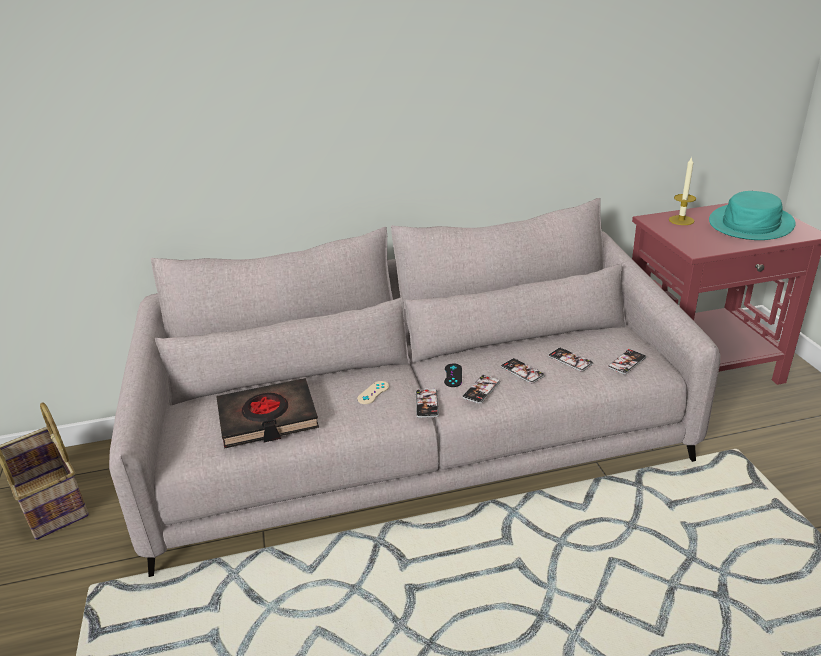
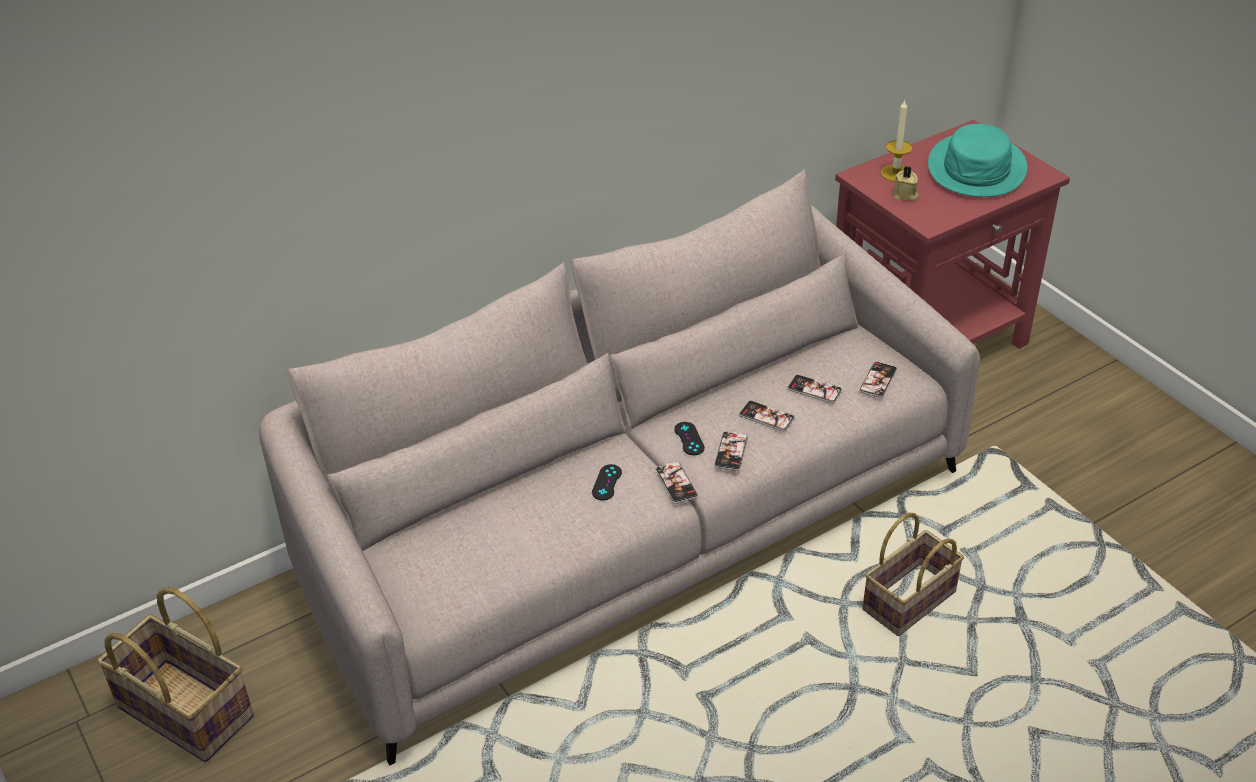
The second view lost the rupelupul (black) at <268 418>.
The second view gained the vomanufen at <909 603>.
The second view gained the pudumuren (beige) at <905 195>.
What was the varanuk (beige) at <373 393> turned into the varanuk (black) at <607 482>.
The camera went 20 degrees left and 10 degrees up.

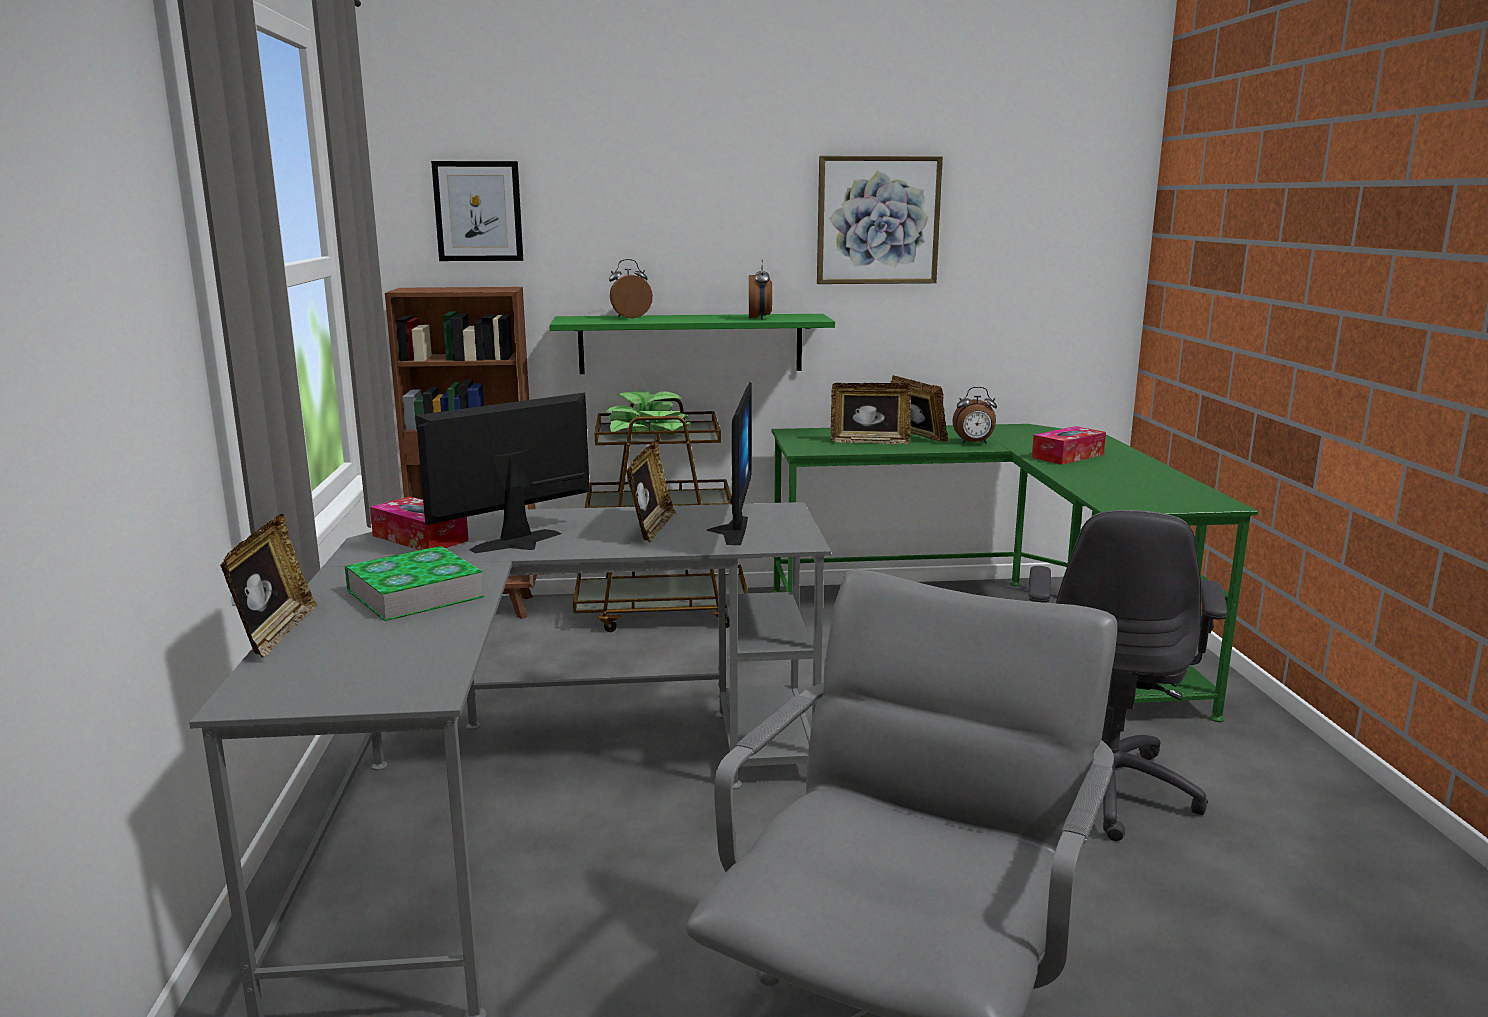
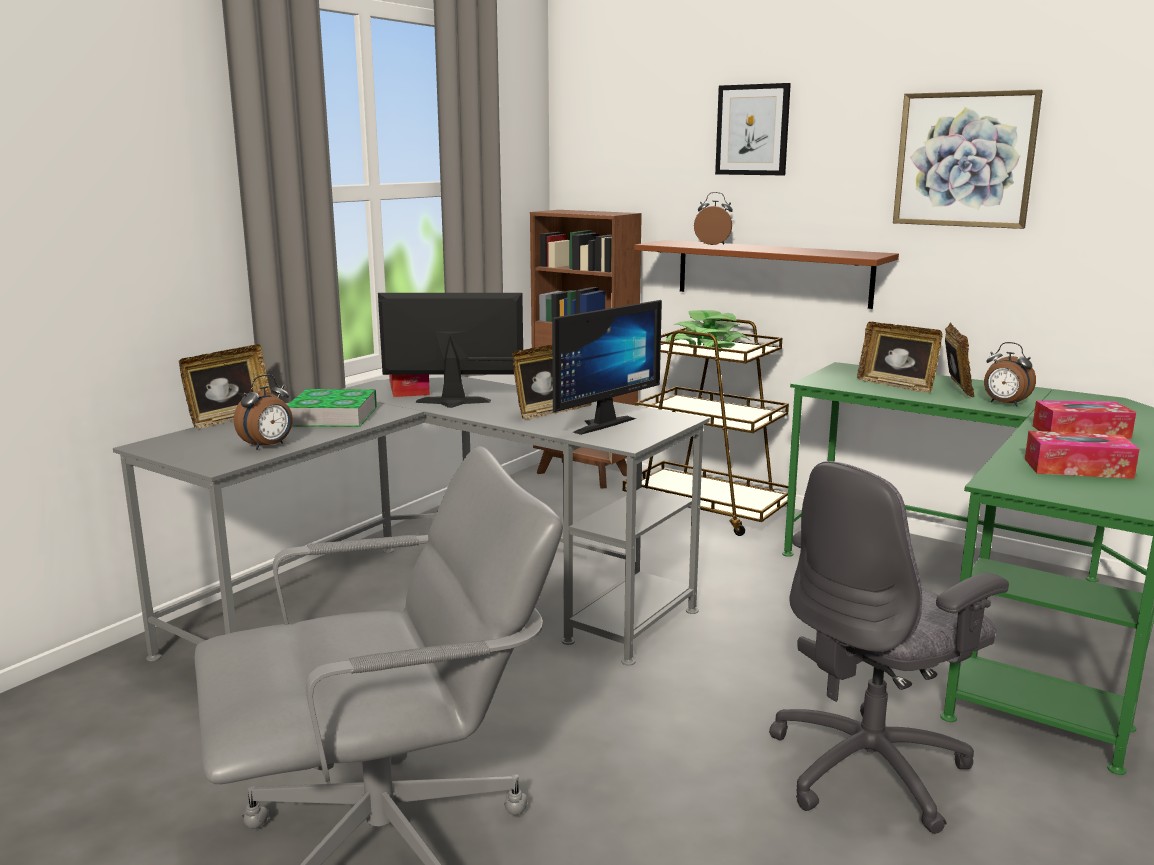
The second view gained the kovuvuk at <1077 468>.
The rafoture ended up elsewhere, having gone from <478 211> to <752 130>.
The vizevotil ended up elsewhere, having gone from <760 318> to <268 446>.
What was the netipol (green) at <691 343> turned into the netipol (brown) at <772 273>.
The camera went 40 degrees right and 0 degrees up.

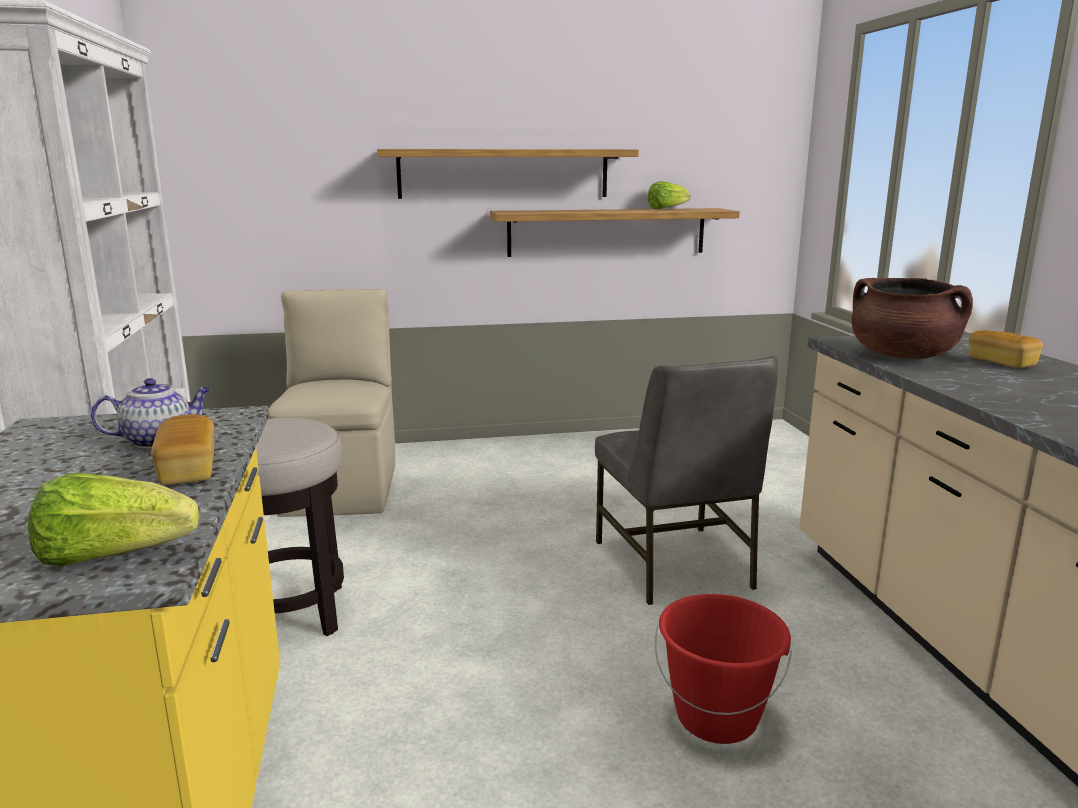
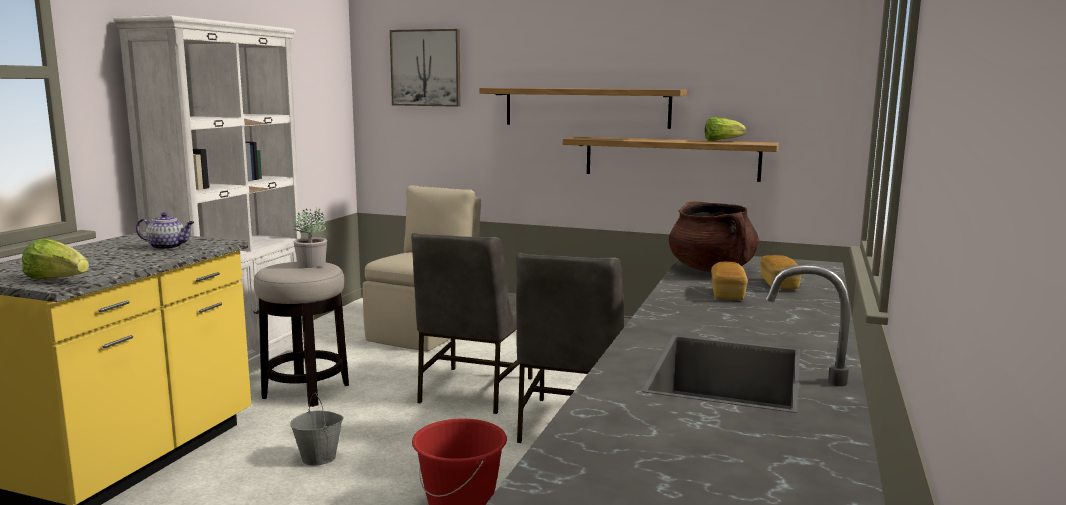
The second view gained the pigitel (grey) at <319 458>.
The second view gained the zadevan at <312 264>.
The second view gained the rafoture at <426 68>.
The second view gained the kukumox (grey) at <473 390>.
The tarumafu ended up elsewhere, having gone from <188 470> to <727 294>.
The camera went 30 degrees right and 5 degrees down.

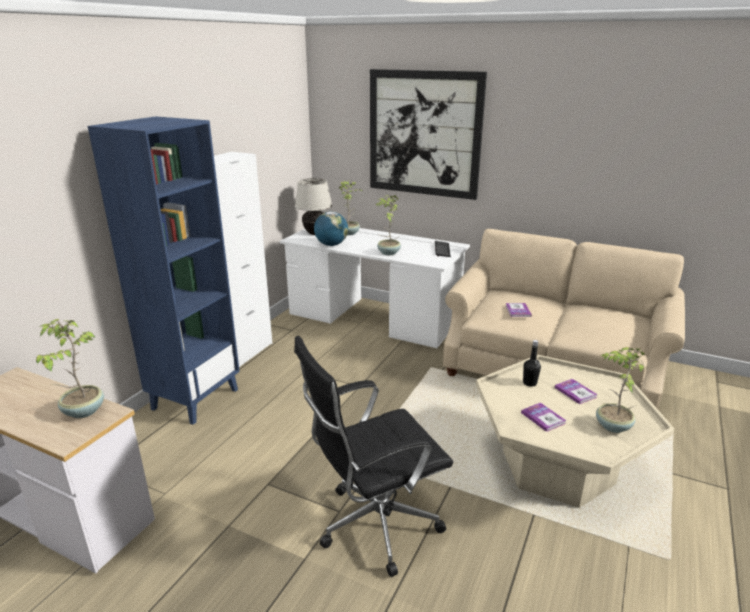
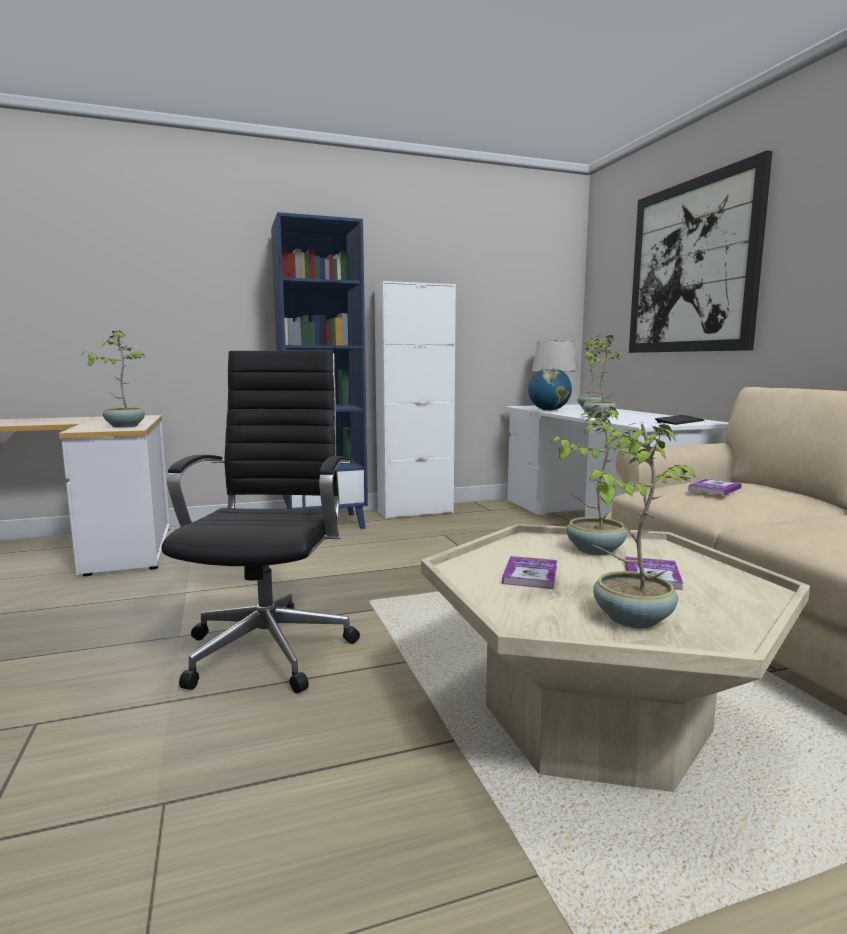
Where the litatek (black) stood at <529 383>, the zadevan came to stand at <594 549>.
The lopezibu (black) at <374 526> ended up facing another way, 75 degrees clockwise from before.
The camera went 45 degrees right and 15 degrees down.

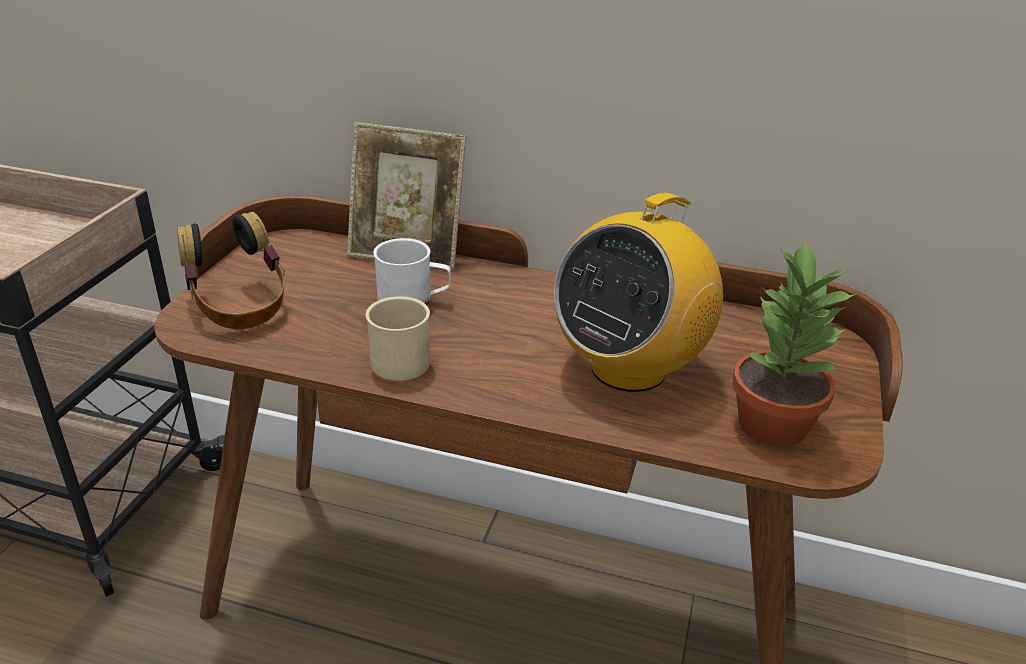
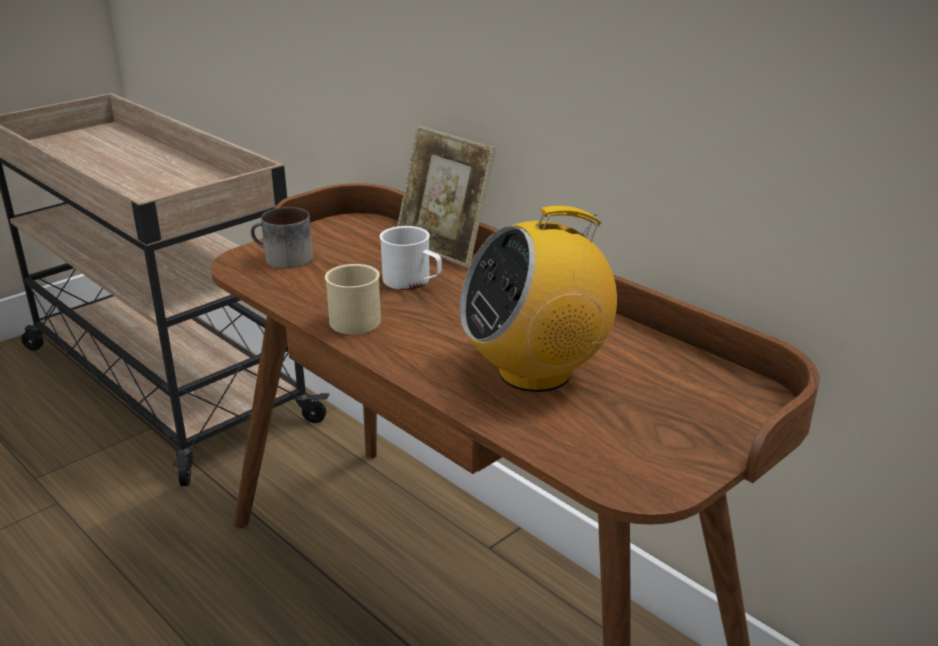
The second view lost the zadevan at <771 423>.
Where the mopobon stood at <239 307>, the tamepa came to stand at <282 259>.
The camera went 30 degrees right and 5 degrees down.

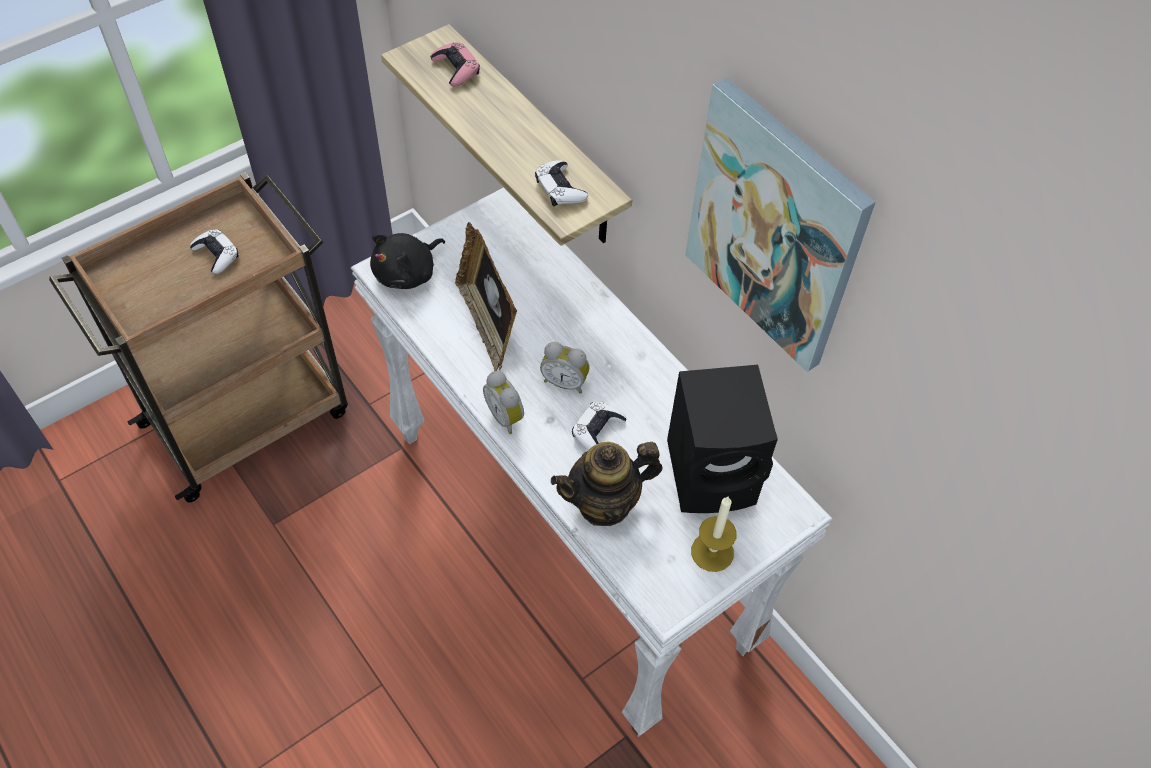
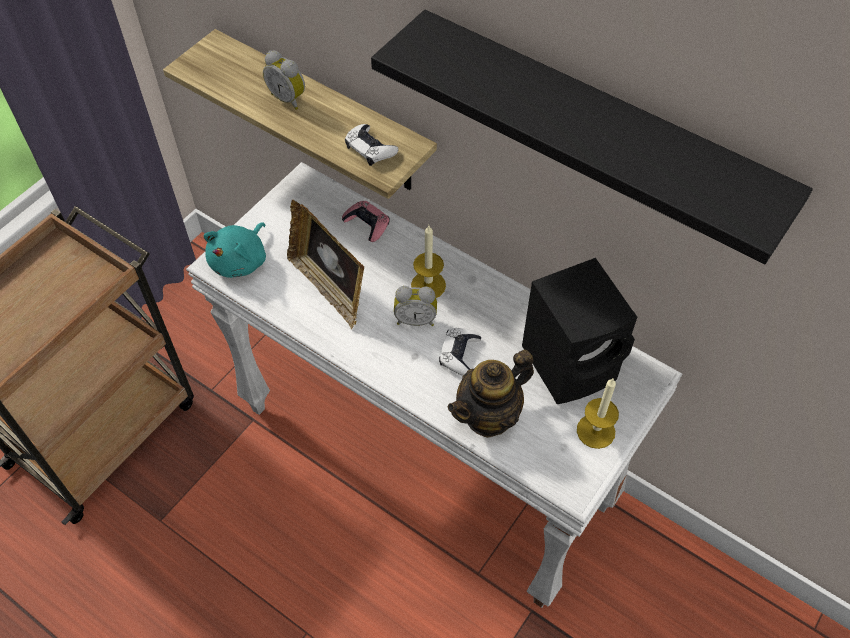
The second view lost the varanuk (white) at <216 254>.
The second view gained the pudumuren at <428 285>.
The varanuk (pink) ended up elsewhere, having gone from <456 68> to <367 224>.
The vizevotil ended up elsewhere, having gone from <506 416> to <289 98>.
Where the rafoture hung at <775 227>, the netipol (black) came to hang at <596 131>.
What was the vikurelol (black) at <408 273> turned into the vikurelol (turquoise) at <241 261>.
The camera went 15 degrees left and 0 degrees up.

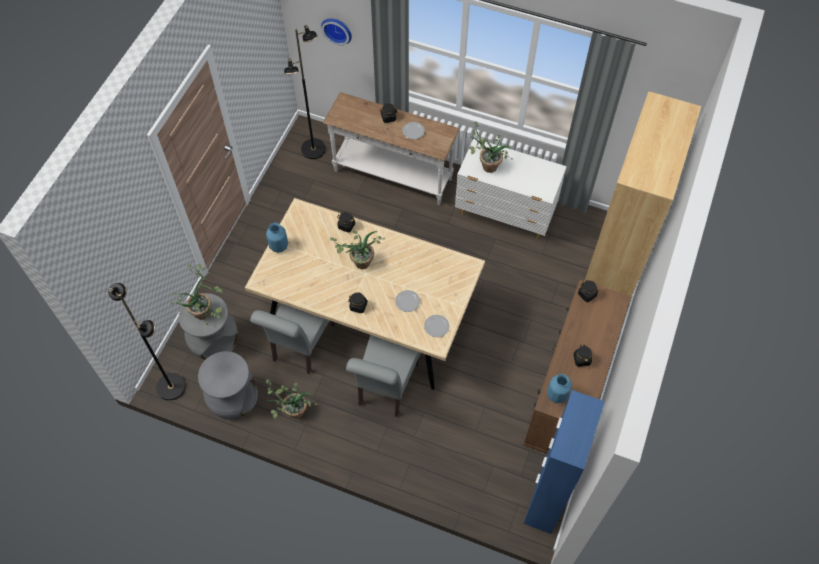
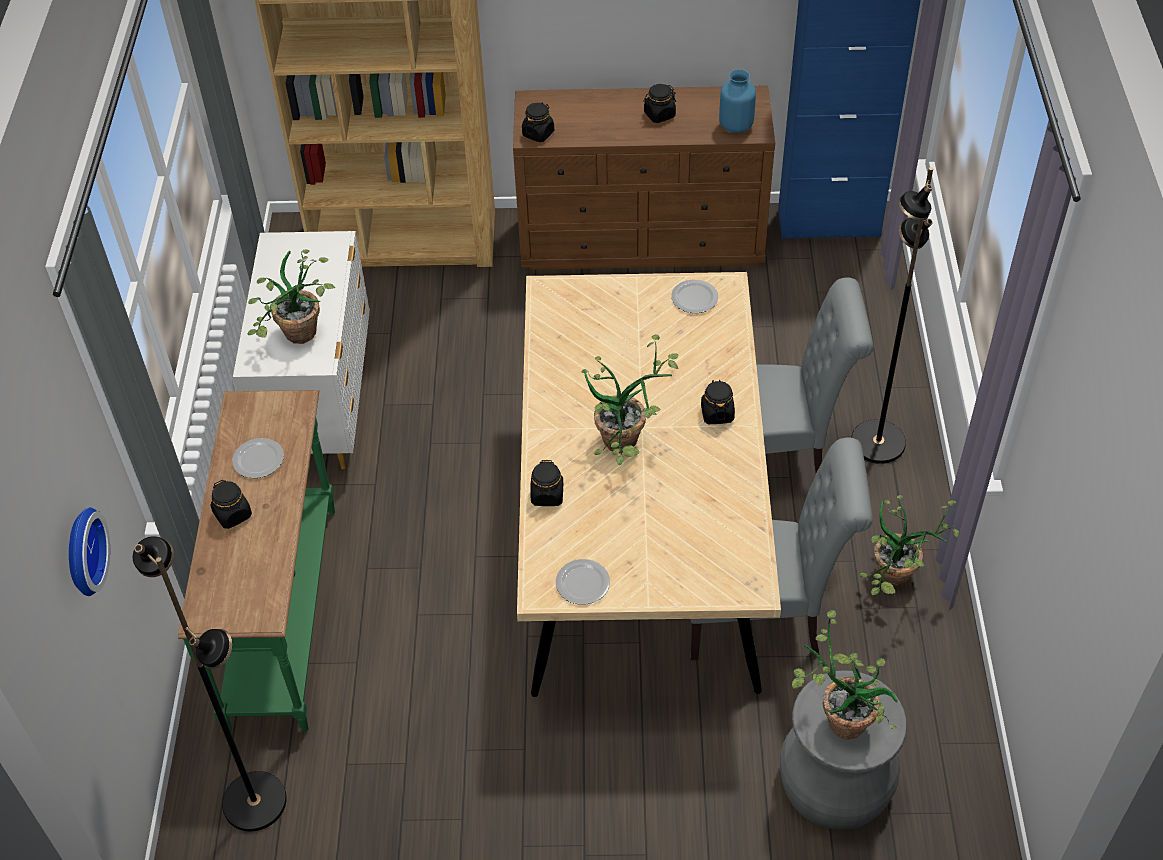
The second view lost the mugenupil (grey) at <232 397>.
The second view lost the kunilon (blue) at <279 246>.
The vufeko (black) ended up elsewhere, having gone from <171 386> to <876 442>.
The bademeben ended up elsewhere, having gone from <407 302> to <583 583>.
What was the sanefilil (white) at <392 176> turned into the sanefilil (green) at <286 615>.
The camera went 110 degrees left and 10 degrees down.

